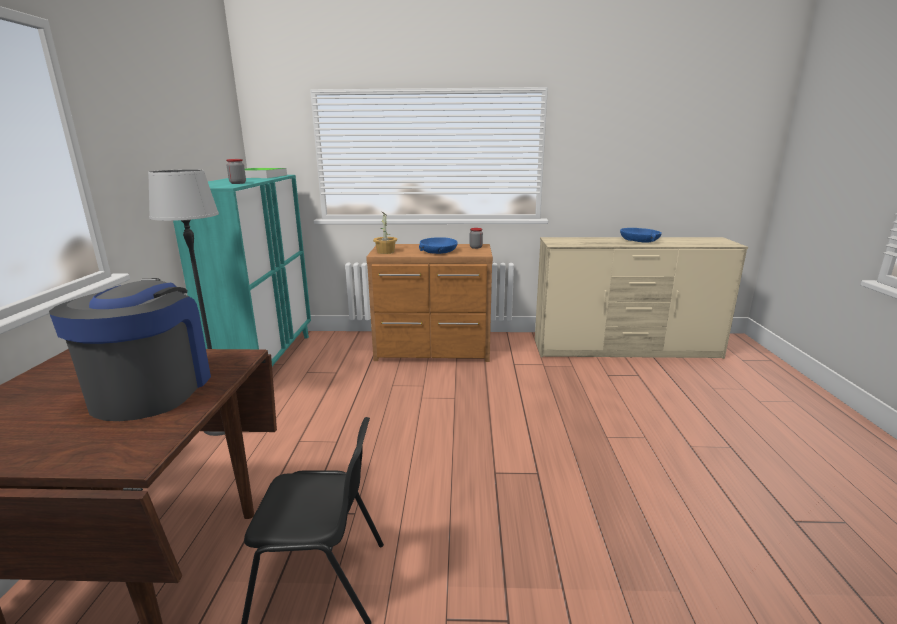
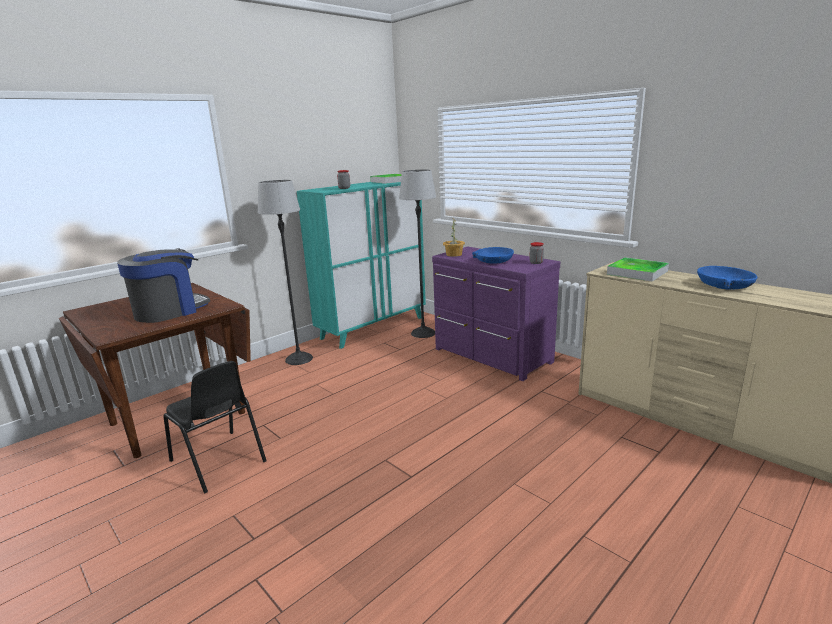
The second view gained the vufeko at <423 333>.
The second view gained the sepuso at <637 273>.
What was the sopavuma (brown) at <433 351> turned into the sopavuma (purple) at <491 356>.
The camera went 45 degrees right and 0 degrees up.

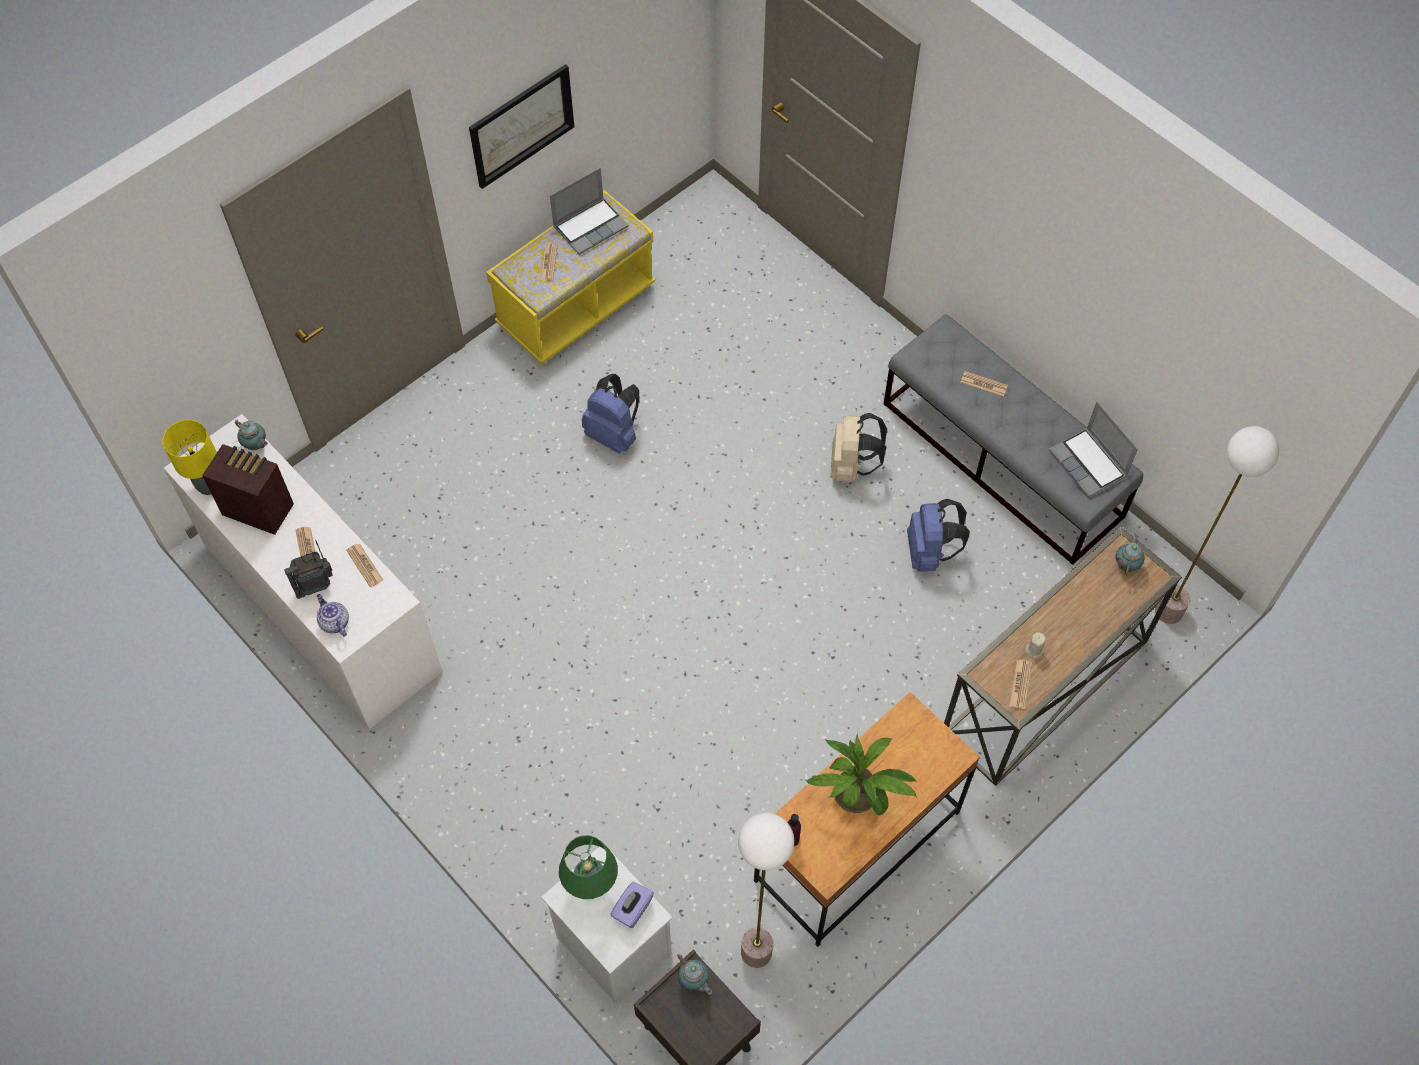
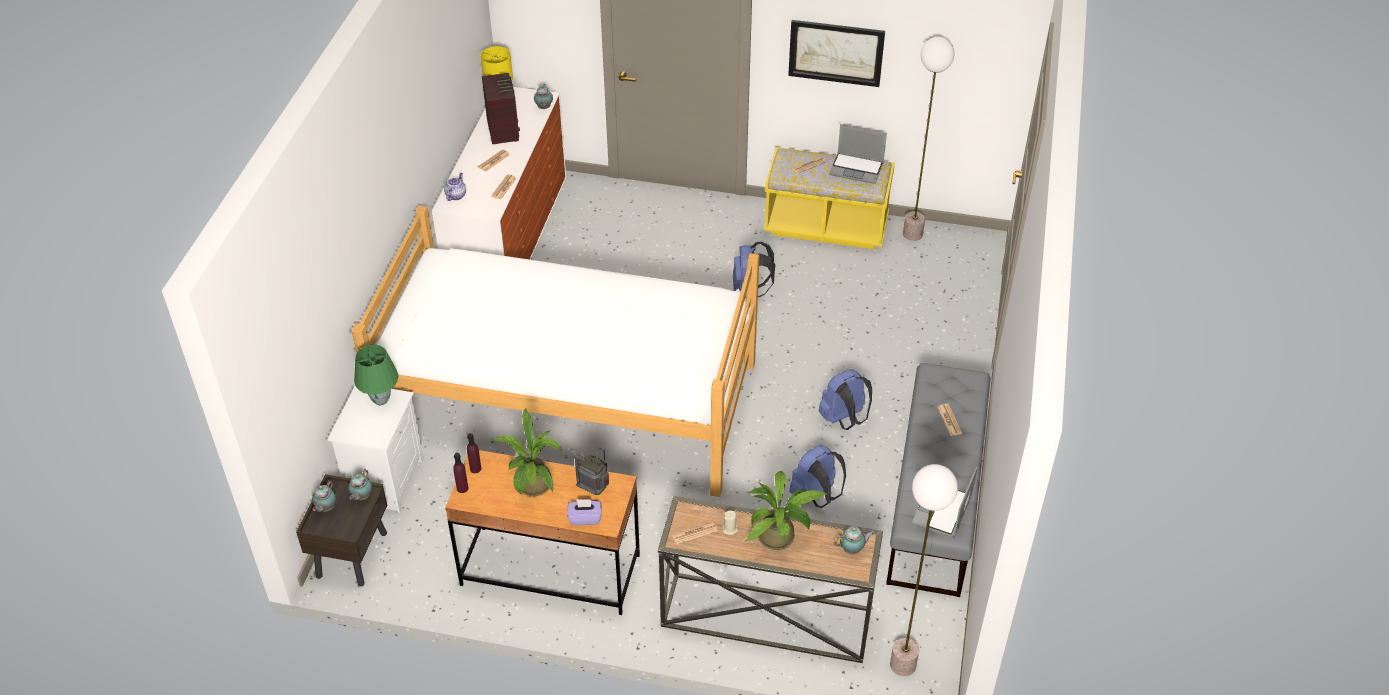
The second view gained the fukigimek at <325 508>.
The second view gained the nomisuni at <569 399>.
The second view gained the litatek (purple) at <462 488>.
The second view gained the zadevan at <781 537>.
The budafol ended up elsewhere, having gone from <315 586> to <594 489>.
The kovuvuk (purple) ended up elsewhere, having gone from <632 909> to <585 518>.
The vufeko ended up elsewhere, having gone from <755 952> to <912 234>.
What was the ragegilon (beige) at <851 466> turned into the ragegilon (blue) at <844 419>.
The camera went 55 degrees right and 15 degrees down.

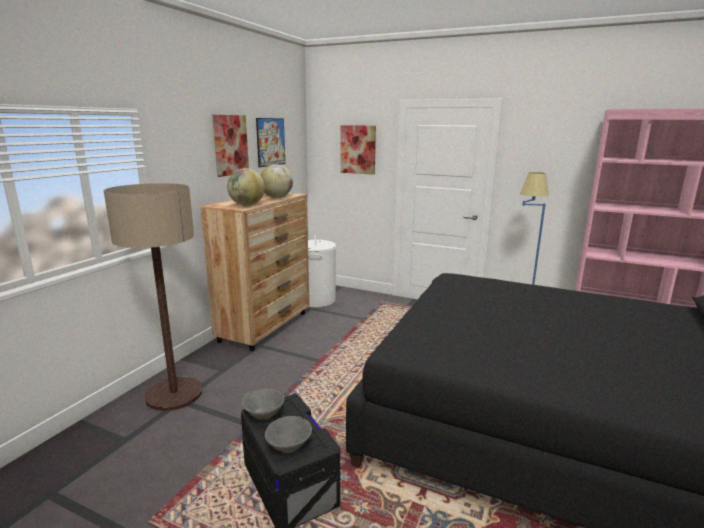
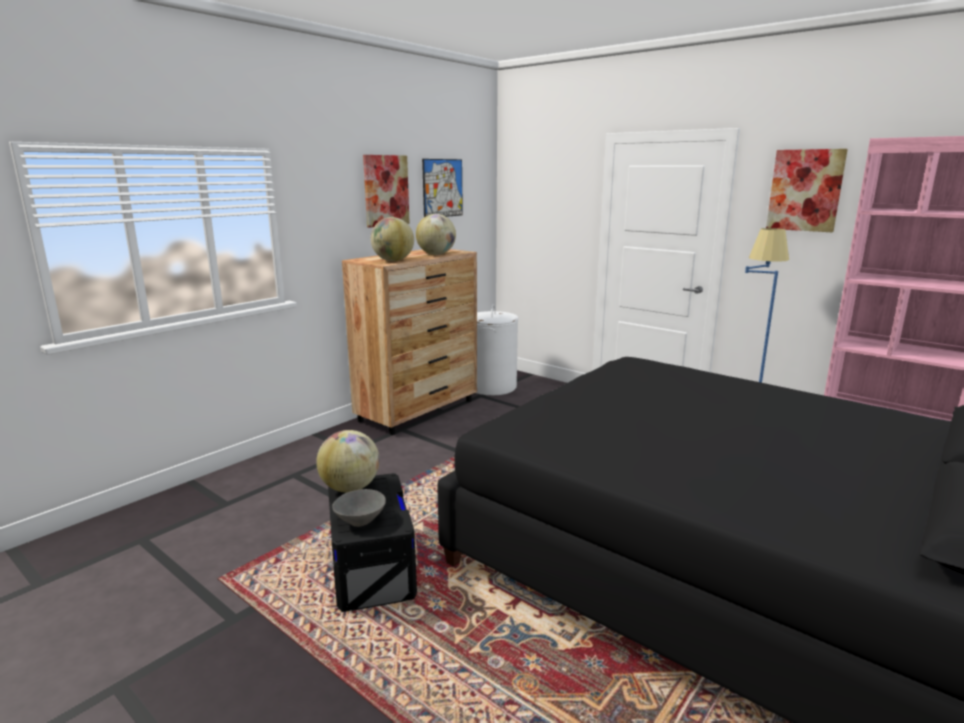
The second view lost the vufeko at <174 394>.
The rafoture ended up elsewhere, having gone from <358 149> to <805 190>.
Where the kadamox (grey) stood at <263 414>, the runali came to stand at <350 488>.
The camera went 15 degrees right and 0 degrees up.

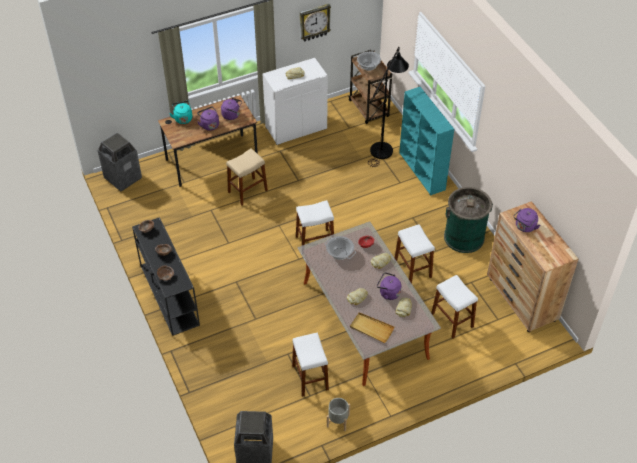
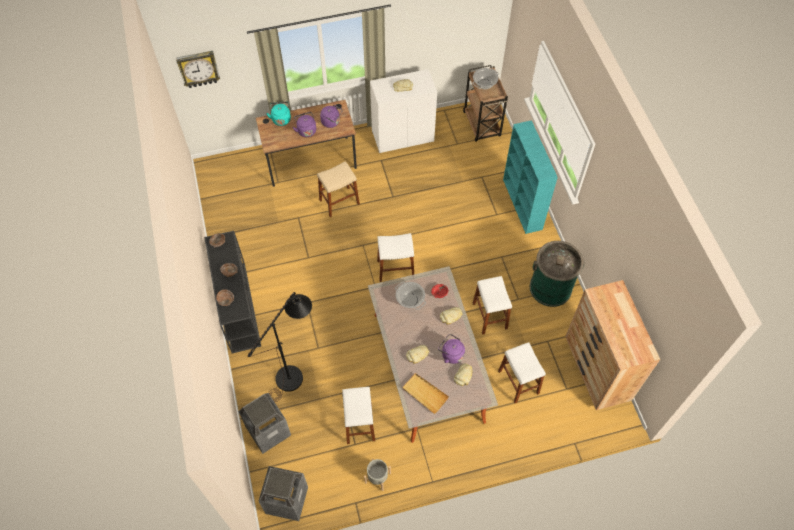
The second view lost the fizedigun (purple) at <524 227>.
The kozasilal ended up elsewhere, having gone from <122 178> to <268 431>.
The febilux ended up elsewhere, having gone from <314 22> to <198 69>.
The vufeko (black) ended up elsewhere, having gone from <384 146> to <294 372>.
The camera went 10 degrees right and 10 degrees up.

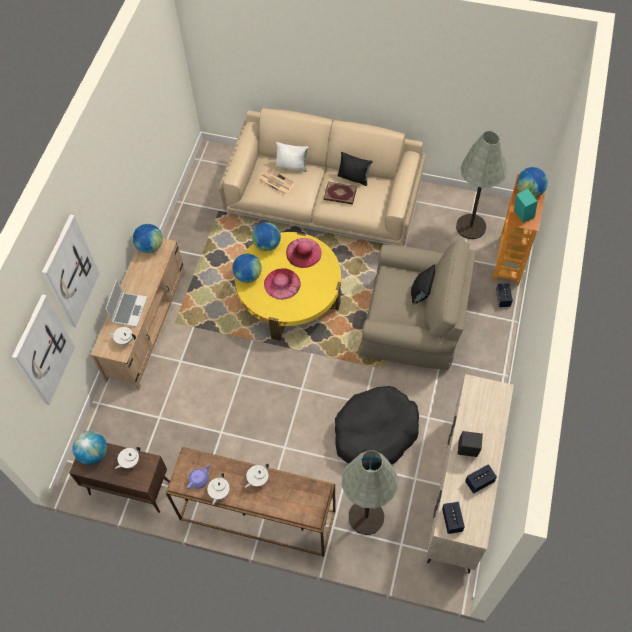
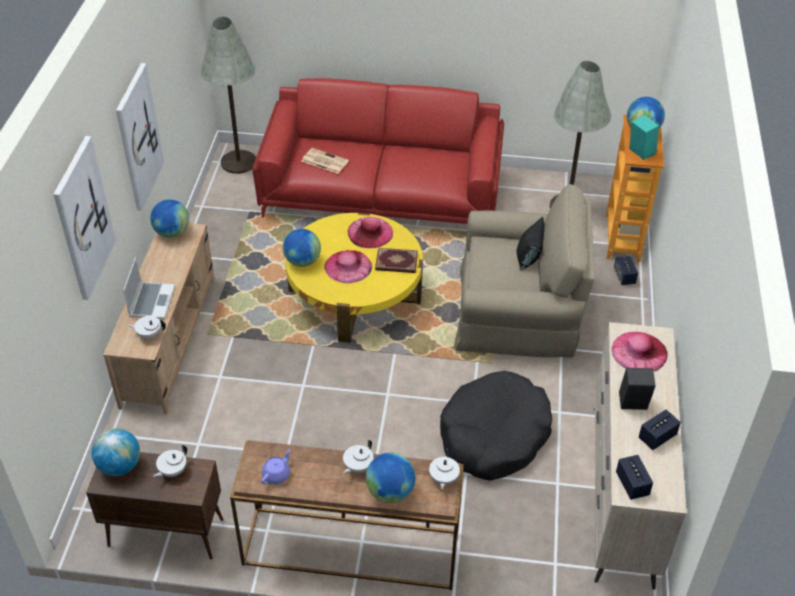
The second view lost the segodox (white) at <292 166>.
The second view lost the segodox (black) at <354 177>.
The second view gained the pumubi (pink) at <639 352>.
The rafoture ended up elsewhere, having gone from <42 350> to <138 137>.
The fukigimek (white) ended up elsewhere, having gone from <219 492> to <443 479>.
The runali ended up elsewhere, having gone from <267 245> to <390 492>.
The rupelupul ended up elsewhere, having gone from <340 194> to <396 263>.
The vufeko (grey) ended up elsewhere, having gone from <366 517> to <238 162>.
What was the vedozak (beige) at <324 202> turned into the vedozak (red) at <382 194>.
The camera went 10 degrees left and 15 degrees down.

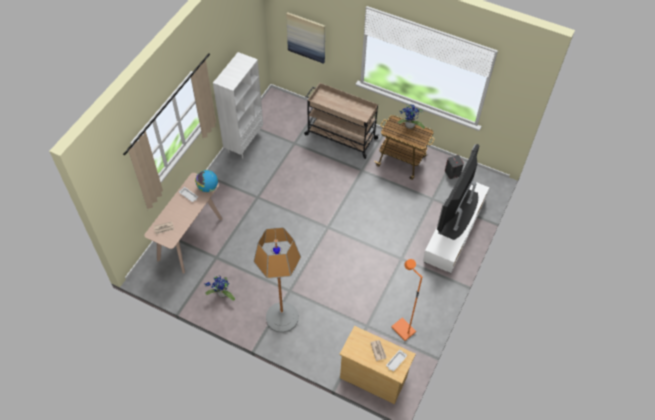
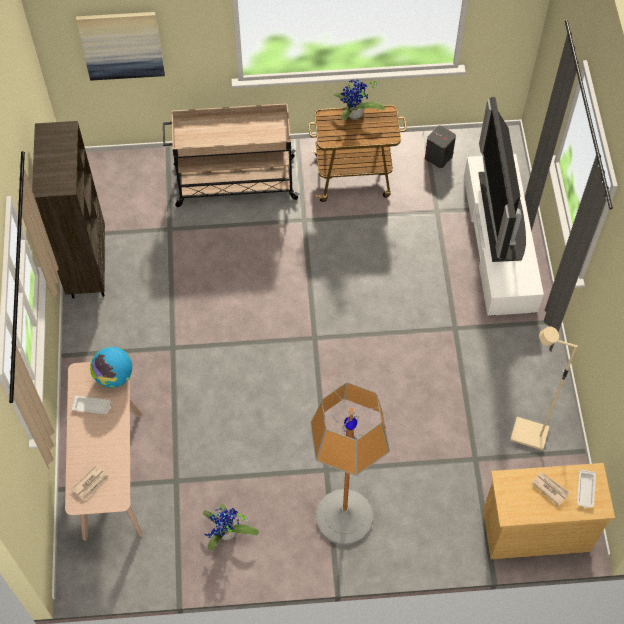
What was the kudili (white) at <244 142> turned into the kudili (brown) at <87 268>.
What was the vufeko (orange) at <402 330> turned into the vufeko (beige) at <528 435>.
The camera went 30 degrees left and 5 degrees up.

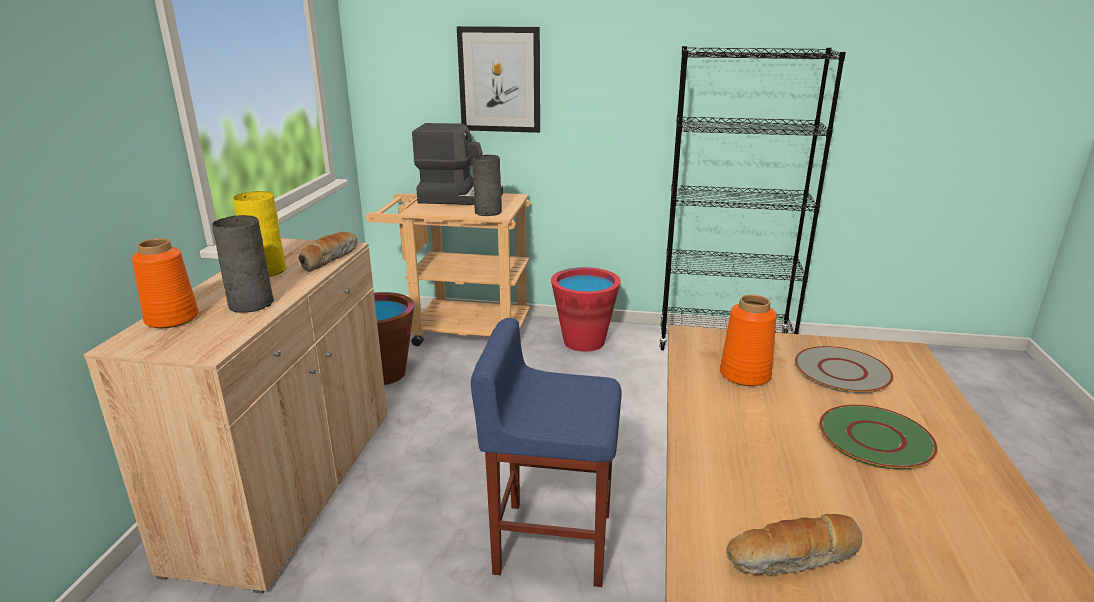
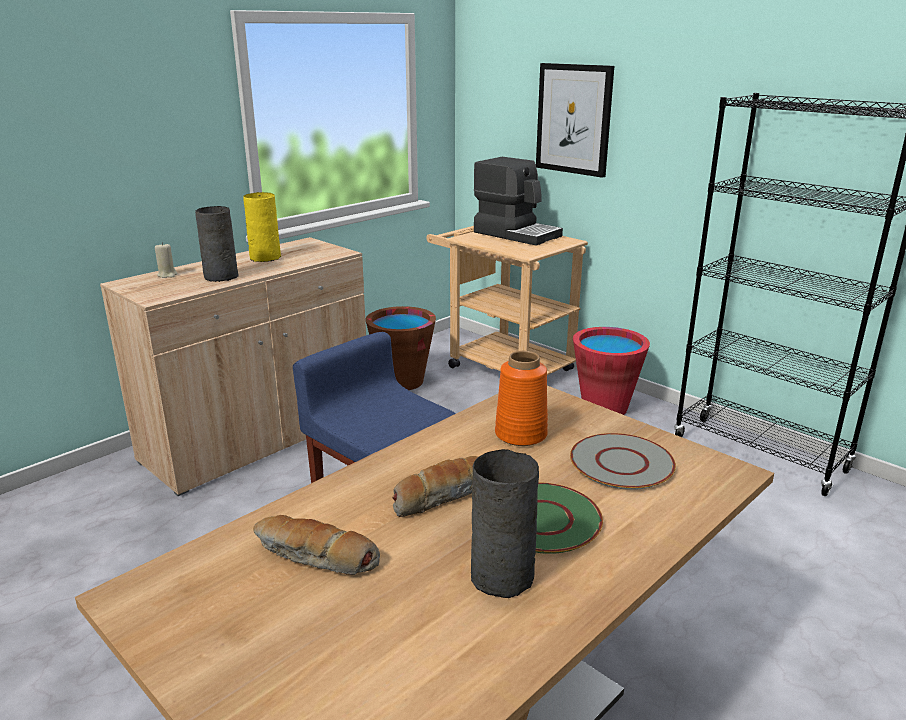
The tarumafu ended up elsewhere, having gone from <329 258> to <444 494>.
The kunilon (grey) ended up elsewhere, having gone from <489 212> to <504 577>.
Where the kunilon (orange) stood at <171 319>, the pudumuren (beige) came to stand at <167 275>.
The camera went 35 degrees right and 0 degrees up.

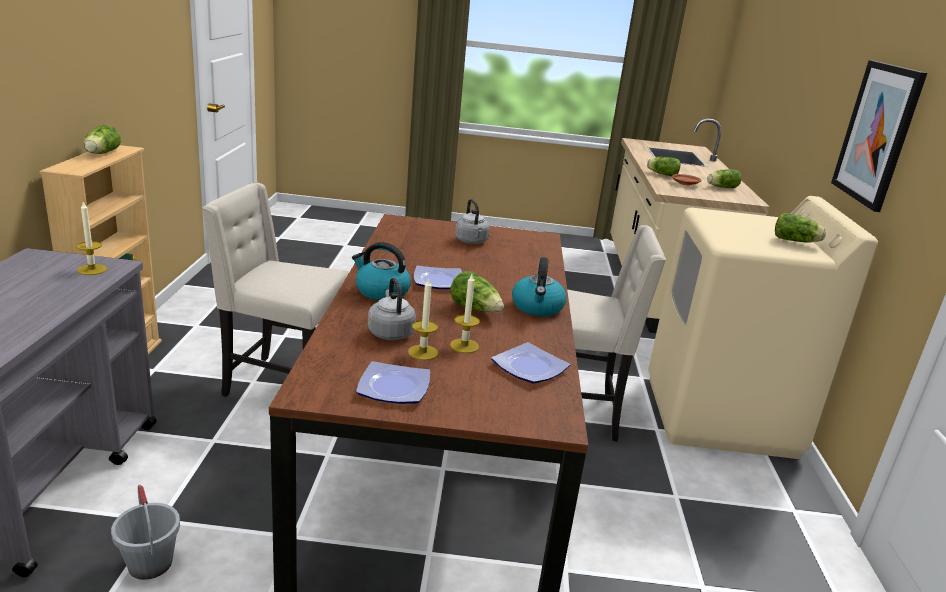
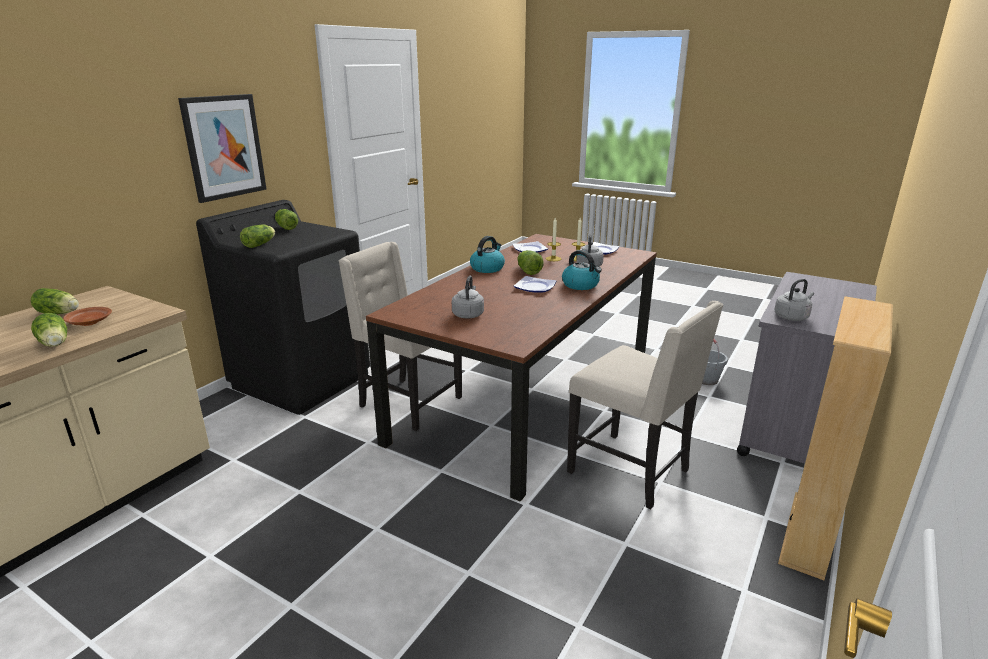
The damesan ended up elsewhere, having gone from <101 153> to <260 244>.
Where the pudumuren stood at <92 269>, the fizedigun (grey) came to stand at <792 317>.
What was the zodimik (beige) at <719 416> turned into the zodimik (black) at <302 380>.
The camera went 150 degrees left and 0 degrees up.

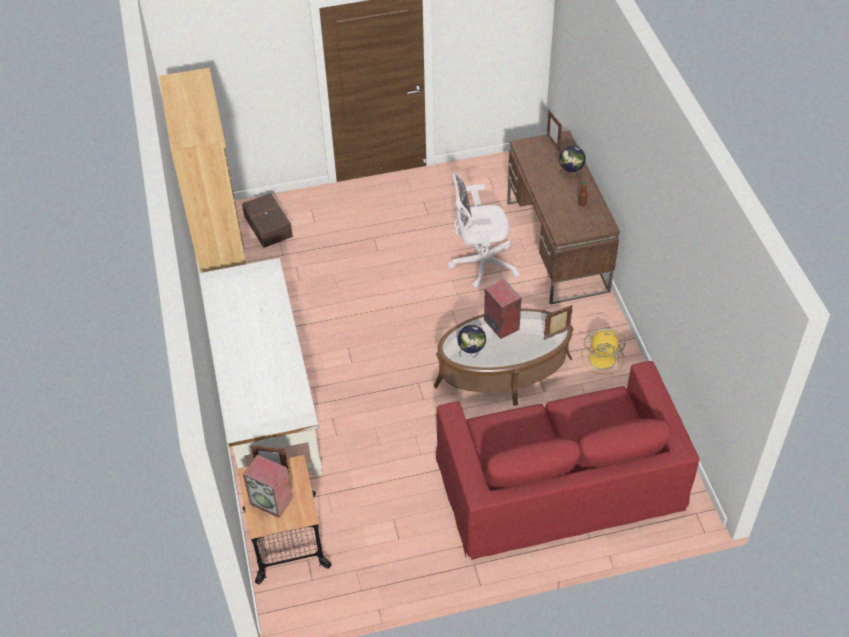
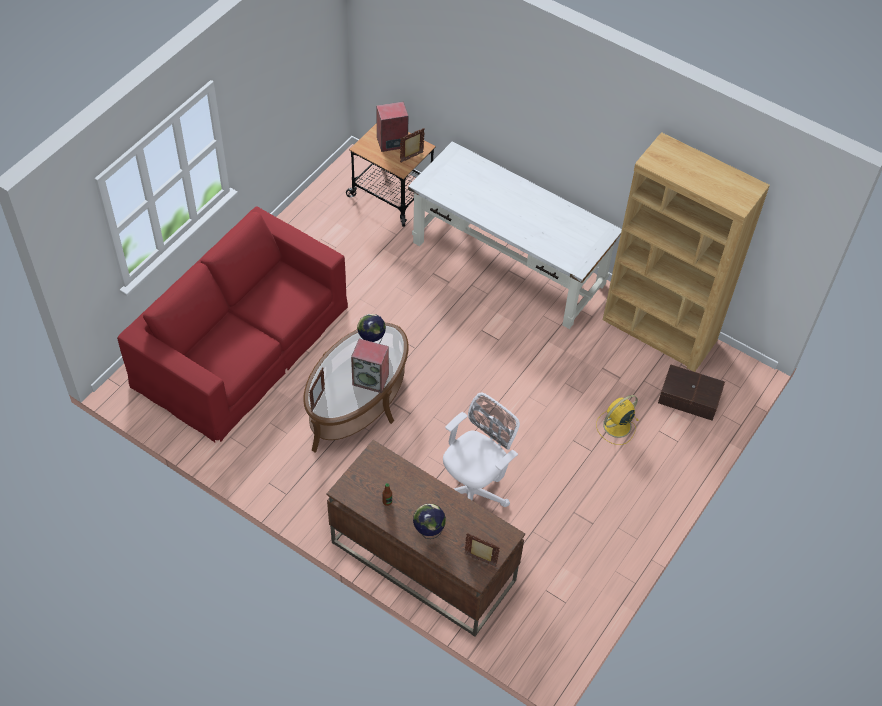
The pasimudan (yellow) ended up elsewhere, having gone from <603 359> to <616 426>.
The camera went 135 degrees right and 5 degrees up.

